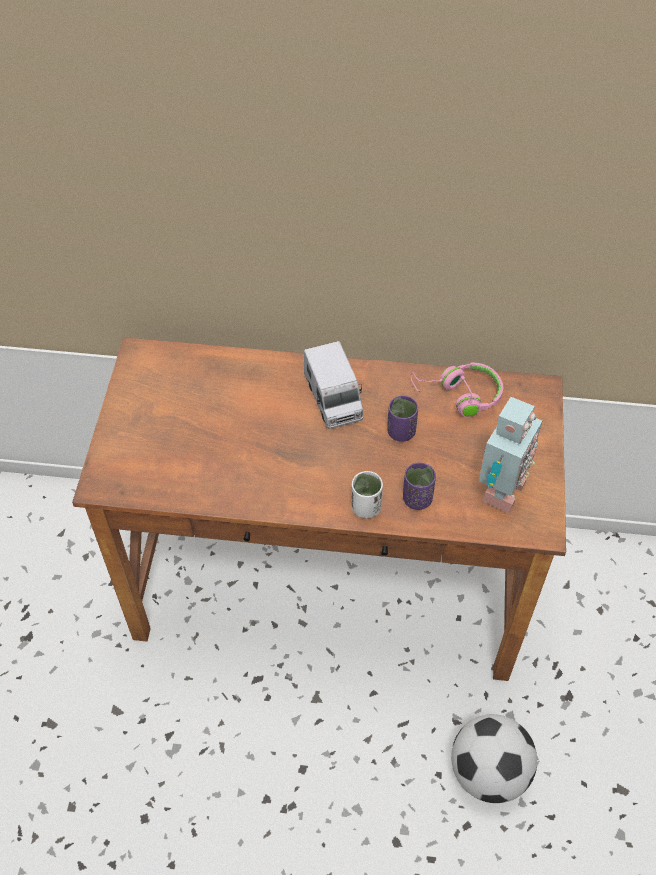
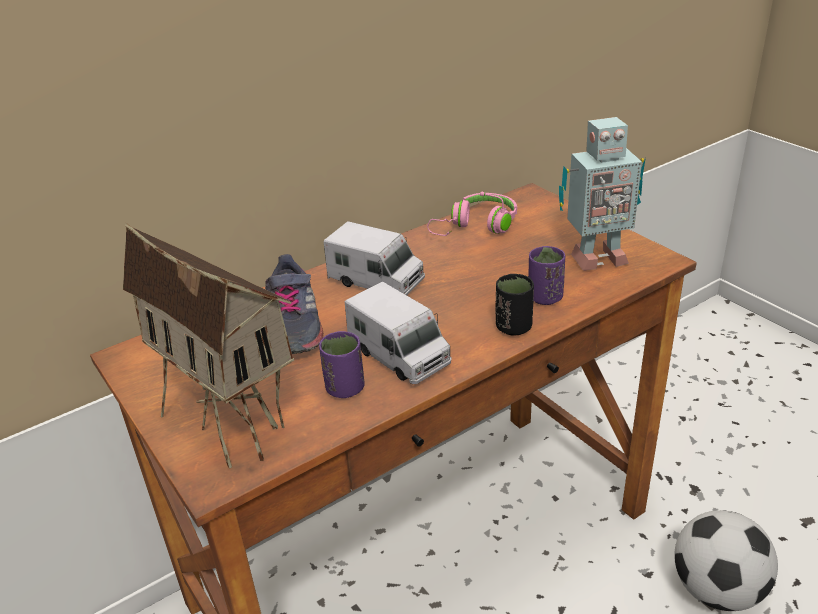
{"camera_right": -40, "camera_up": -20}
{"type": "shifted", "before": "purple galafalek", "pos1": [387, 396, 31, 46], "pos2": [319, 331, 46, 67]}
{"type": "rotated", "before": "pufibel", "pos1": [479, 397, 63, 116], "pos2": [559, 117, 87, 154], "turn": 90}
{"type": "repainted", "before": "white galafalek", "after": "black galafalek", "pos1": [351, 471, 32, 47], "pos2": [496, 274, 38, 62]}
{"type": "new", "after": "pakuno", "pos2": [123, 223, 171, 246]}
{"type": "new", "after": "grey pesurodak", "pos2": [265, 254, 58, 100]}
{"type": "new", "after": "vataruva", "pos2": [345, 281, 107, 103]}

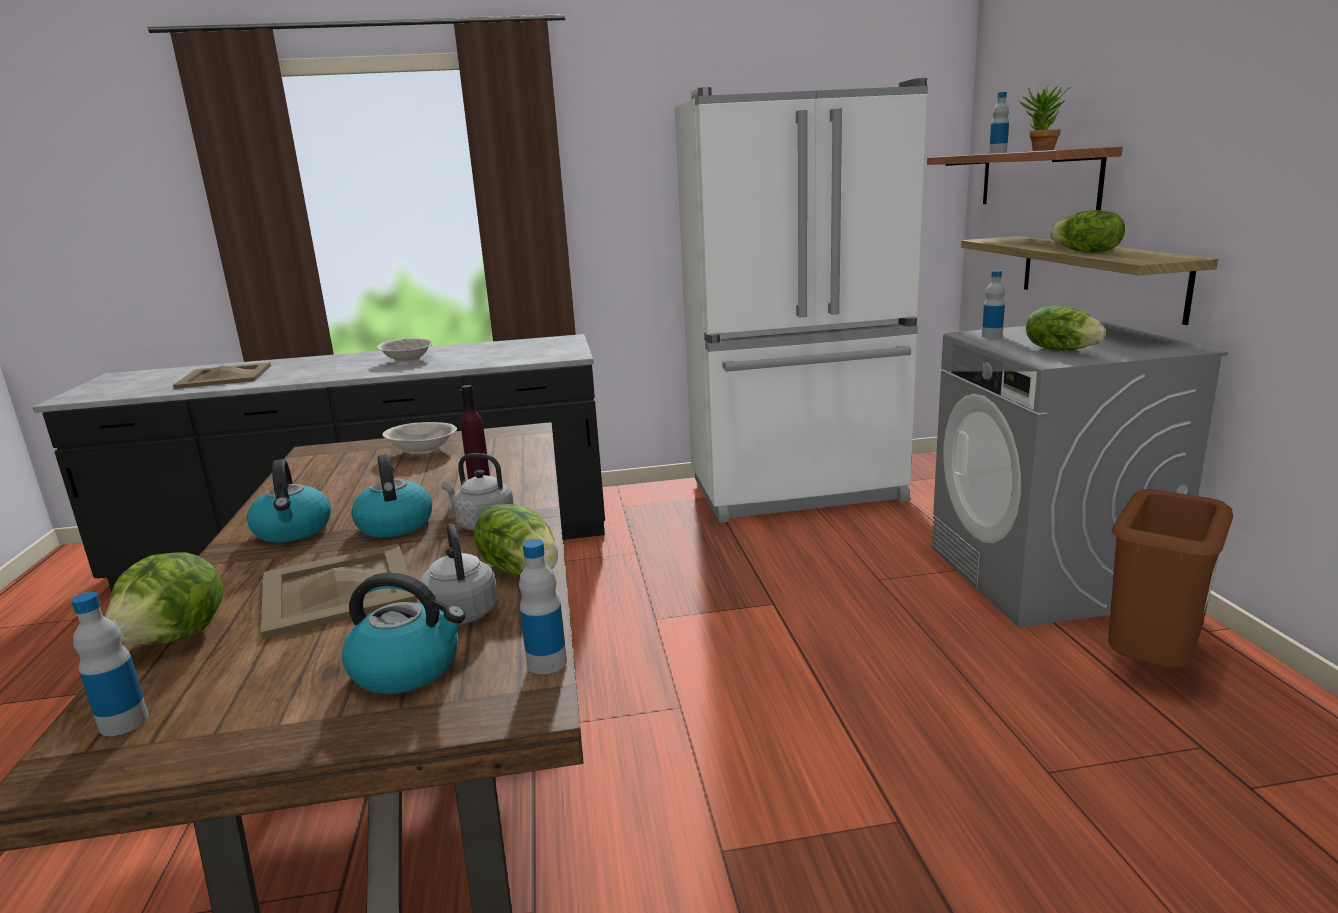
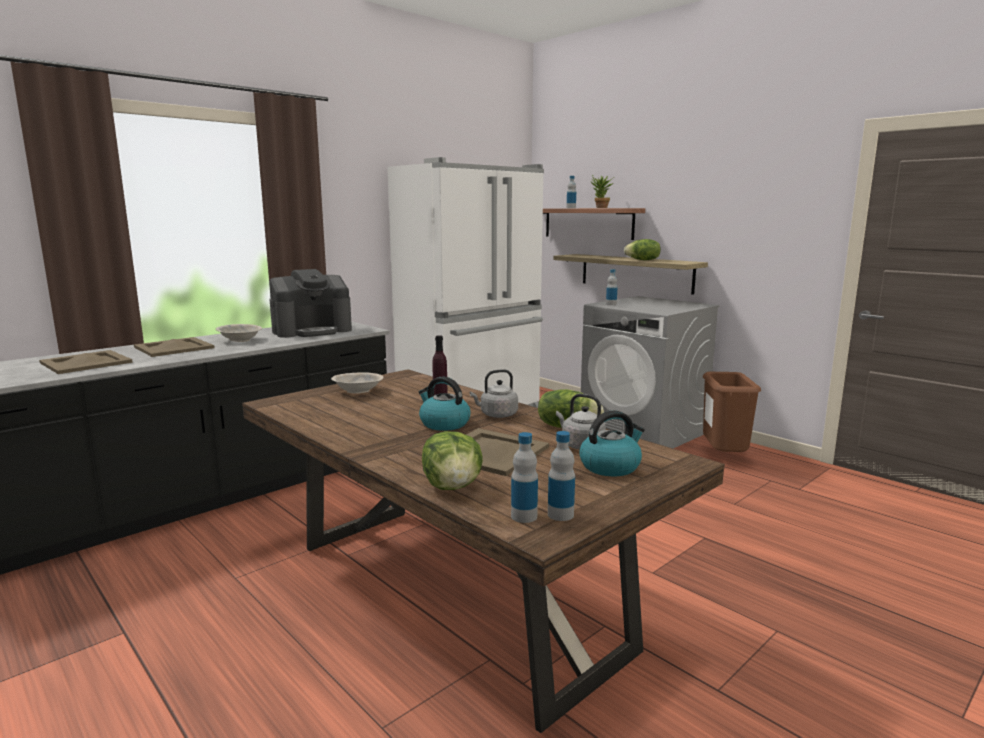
{"camera_right": -35, "camera_up": -5}
{"type": "gone", "before": "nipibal", "pos1": [1026, 306, 80, 45]}
{"type": "gone", "before": "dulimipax", "pos1": [247, 459, 84, 84]}
{"type": "shifted", "before": "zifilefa", "pos1": [519, 539, 48, 135], "pos2": [548, 431, 27, 90]}
{"type": "new", "after": "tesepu", "pos2": [269, 269, 83, 69]}
{"type": "new", "after": "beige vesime", "pos2": [134, 337, 81, 20]}

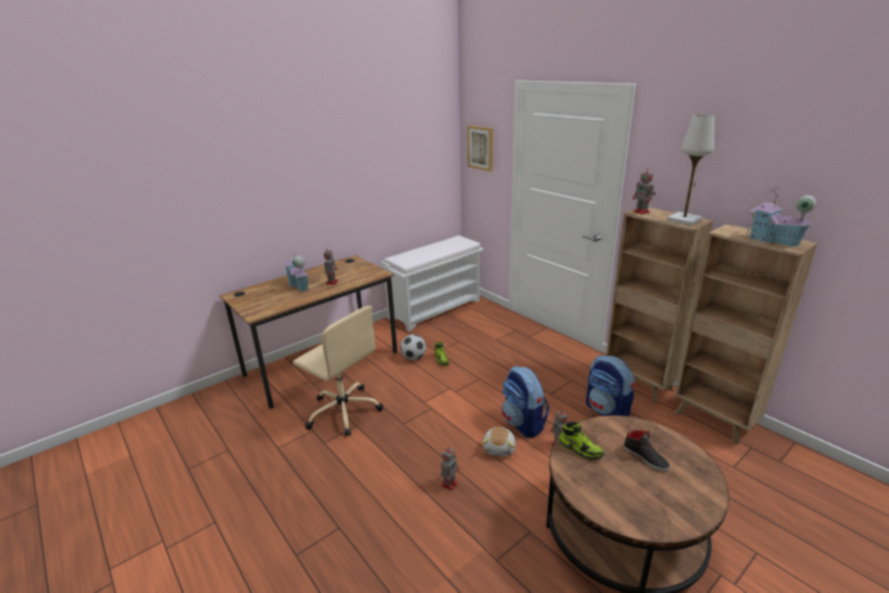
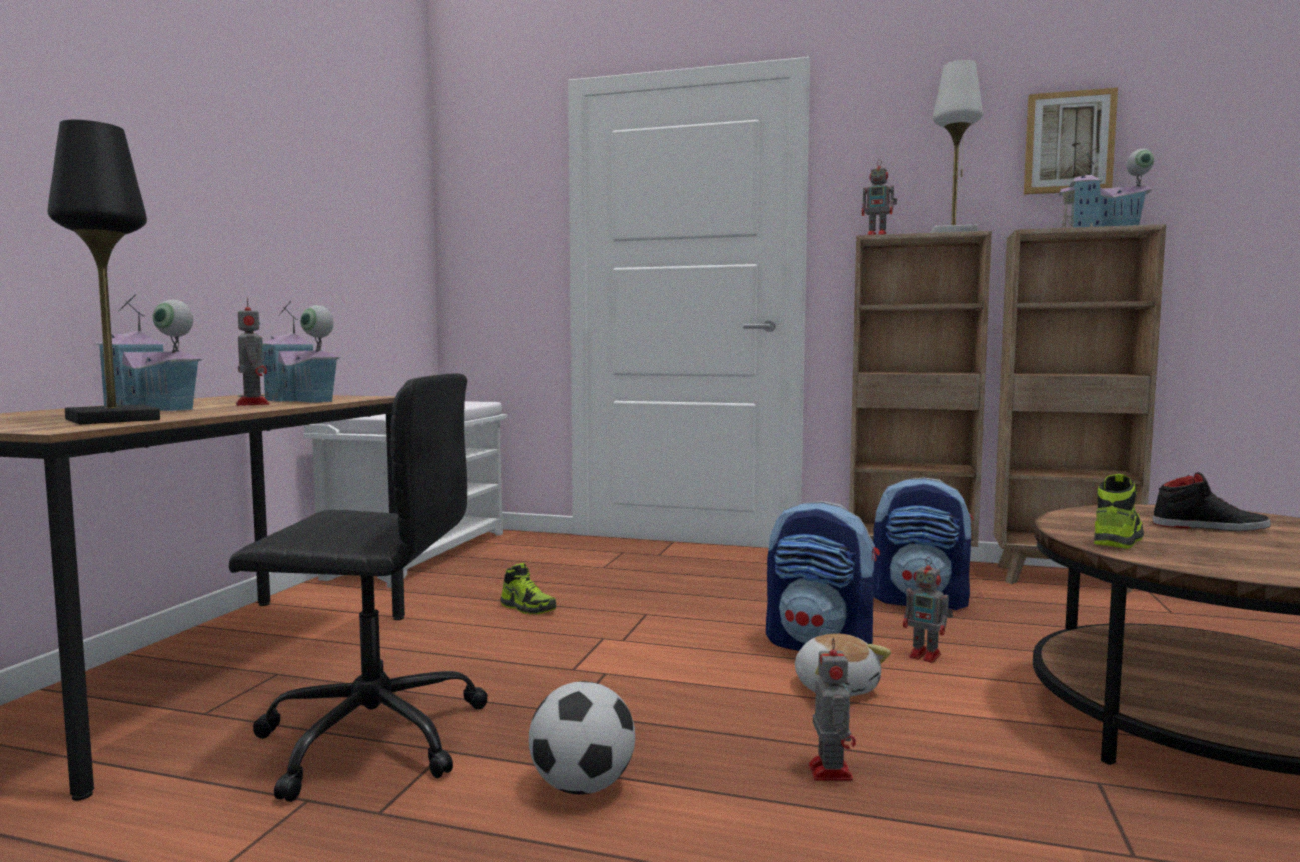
{"camera_right": -35, "camera_up": -20}
{"type": "shifted", "before": "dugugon", "pos1": [467, 125, 26, 46], "pos2": [1024, 87, 94, 108]}
{"type": "repainted", "before": "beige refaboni", "after": "black refaboni", "pos1": [293, 306, 90, 131], "pos2": [229, 373, 259, 429]}
{"type": "shifted", "before": "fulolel", "pos1": [400, 334, 26, 26], "pos2": [529, 681, 106, 113]}
{"type": "rotated", "before": "pesurodak", "pos1": [559, 421, 46, 40], "pos2": [1094, 474, 50, 75], "turn": -60}
{"type": "new", "after": "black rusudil", "pos2": [48, 120, 112, 304]}
{"type": "new", "after": "pakuno", "pos2": [262, 301, 79, 102]}

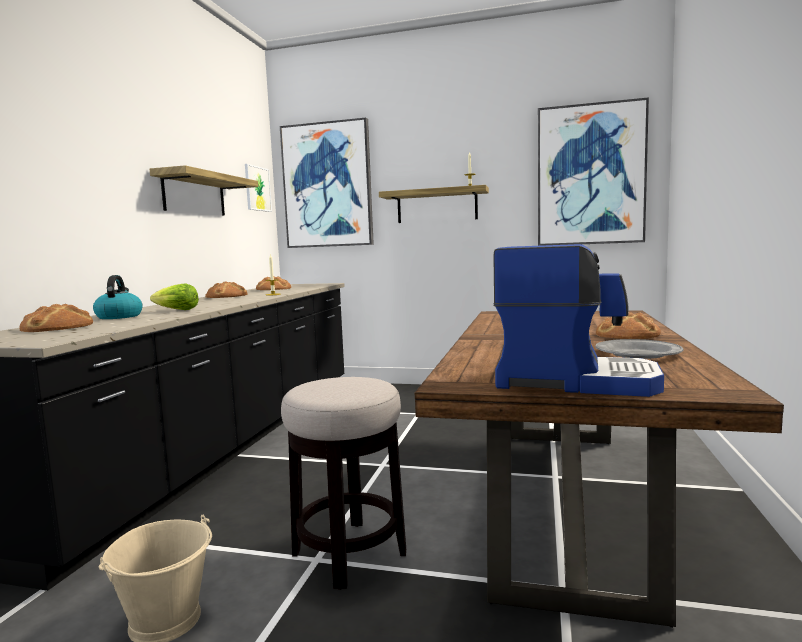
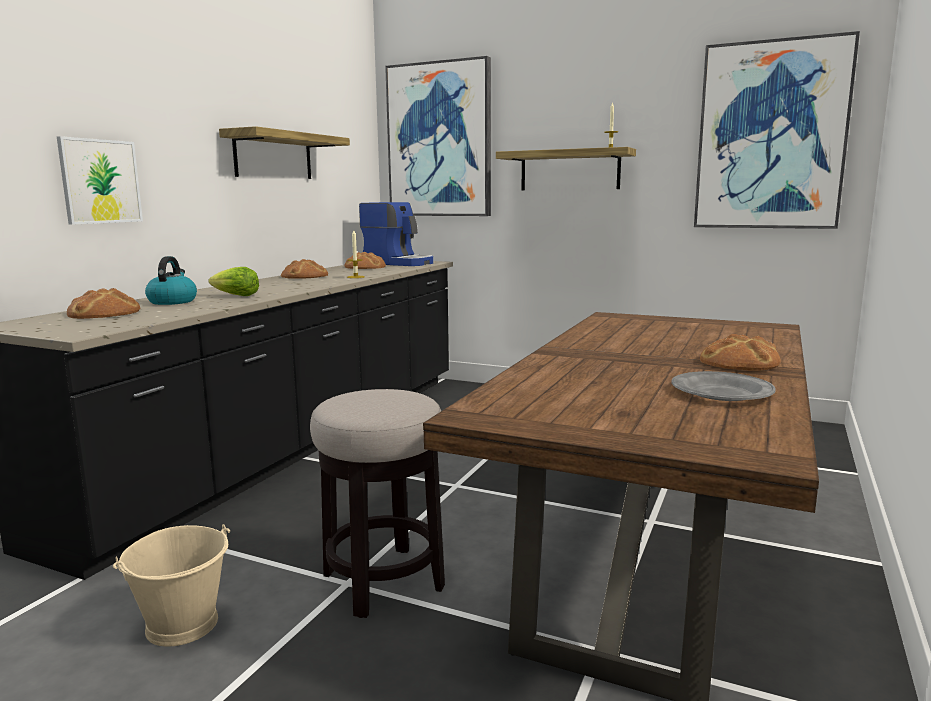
{"camera_right": 10, "camera_up": 5}
{"type": "shifted", "before": "dugugon", "pos1": [245, 164, 27, 48], "pos2": [57, 136, 86, 89]}
{"type": "shifted", "before": "tesepu", "pos1": [493, 244, 171, 153], "pos2": [359, 202, 74, 64]}

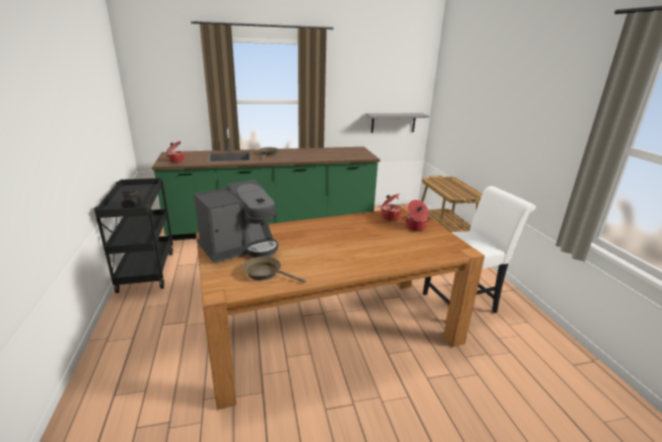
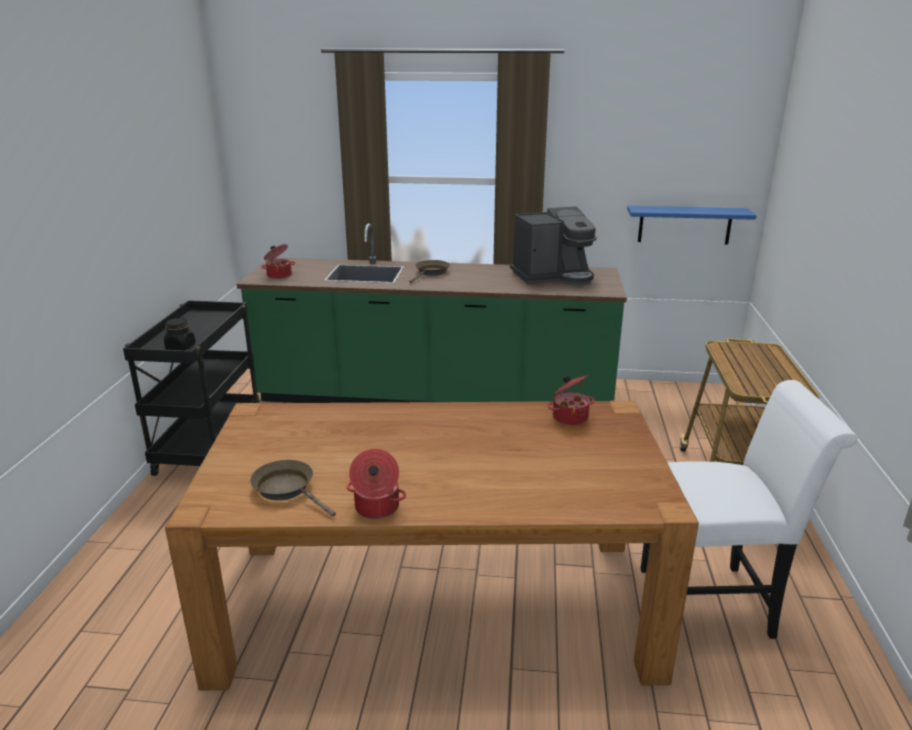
{"camera_right": 20, "camera_up": 0}
{"type": "repainted", "before": "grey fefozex", "after": "blue fefozex", "pos1": [366, 113, 63, 20], "pos2": [627, 206, 130, 39]}
{"type": "shifted", "before": "tesepu", "pos1": [194, 179, 84, 84], "pos2": [510, 206, 87, 80]}
{"type": "shifted", "before": "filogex", "pos1": [402, 200, 29, 31], "pos2": [347, 449, 59, 70]}

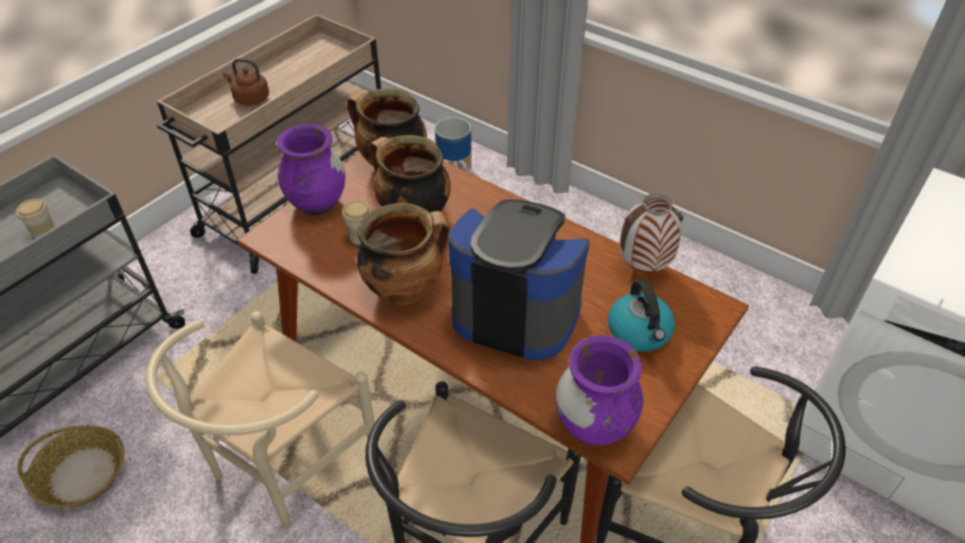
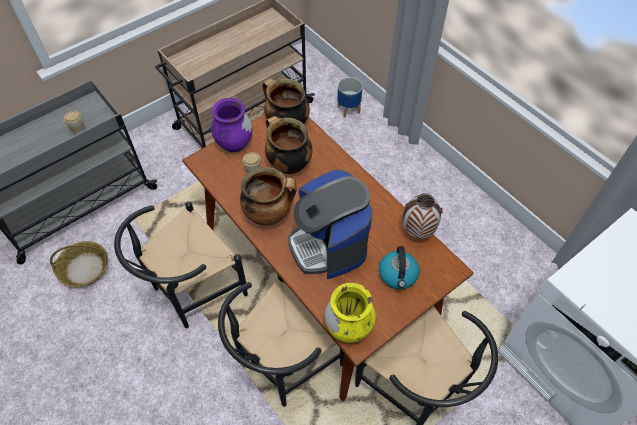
{"camera_right": 15, "camera_up": 10}
{"type": "gone", "before": "brown dulimipax", "pos1": [223, 59, 46, 47]}
{"type": "rotated", "before": "tesepu", "pos1": [448, 199, 142, 162], "pos2": [288, 170, 85, 109], "turn": -150}
{"type": "repainted", "before": "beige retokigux", "after": "black retokigux", "pos1": [145, 311, 230, 218], "pos2": [114, 201, 134, 127]}
{"type": "repainted", "before": "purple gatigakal", "after": "yellow gatigakal", "pos1": [555, 335, 89, 111], "pos2": [325, 283, 51, 60]}

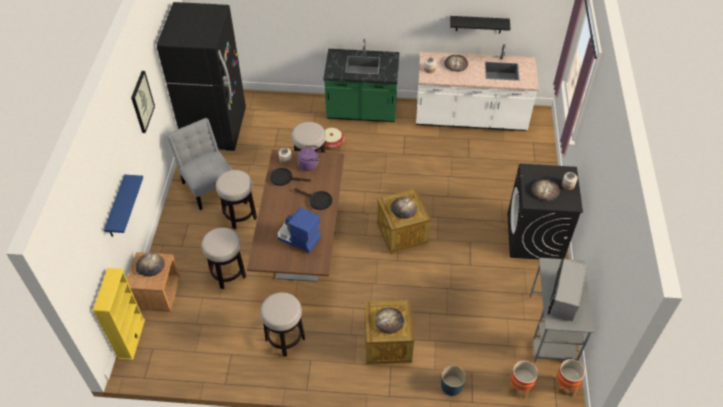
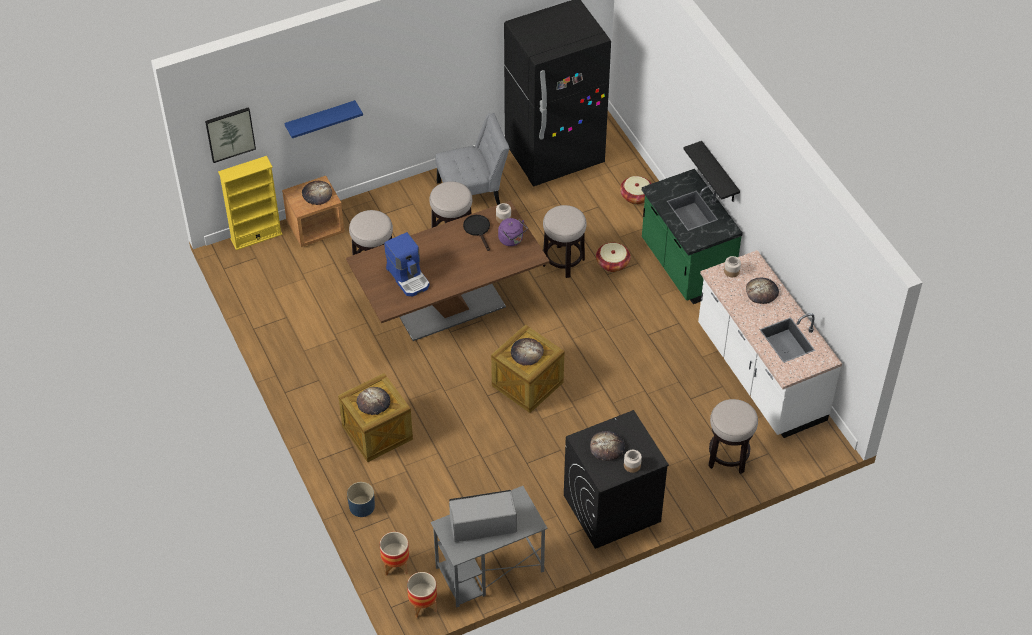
{"camera_right": 60, "camera_up": 0}
{"type": "shifted", "before": "black fefozex", "pos1": [450, 16, 60, 17], "pos2": [683, 141, 57, 61]}
{"type": "shifted", "before": "dugugon", "pos1": [131, 71, 24, 62], "pos2": [205, 107, 51, 56]}
{"type": "rotated", "before": "grey retokigux", "pos1": [167, 118, 66, 92], "pos2": [435, 113, 74, 92], "turn": 45}
{"type": "gone", "before": "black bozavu", "pos1": [294, 188, 38, 22]}
{"type": "rotated", "before": "tesepu", "pos1": [277, 208, 44, 45], "pos2": [384, 232, 46, 64], "turn": 150}
{"type": "shifted", "before": "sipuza", "pos1": [260, 292, 45, 65], "pos2": [708, 399, 50, 75]}
{"type": "new", "after": "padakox", "pos2": [620, 176, 32, 28]}

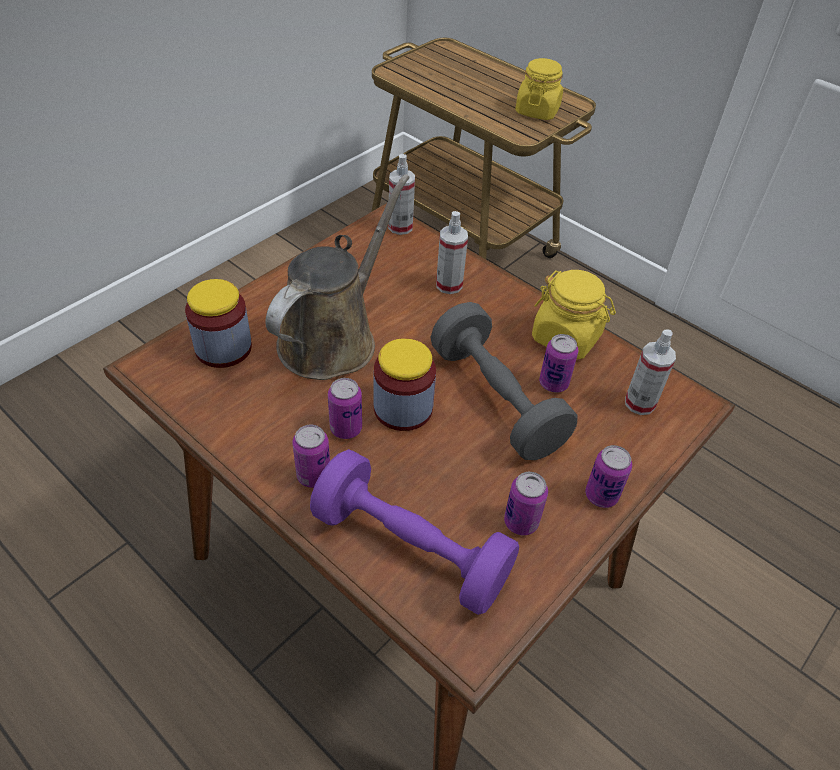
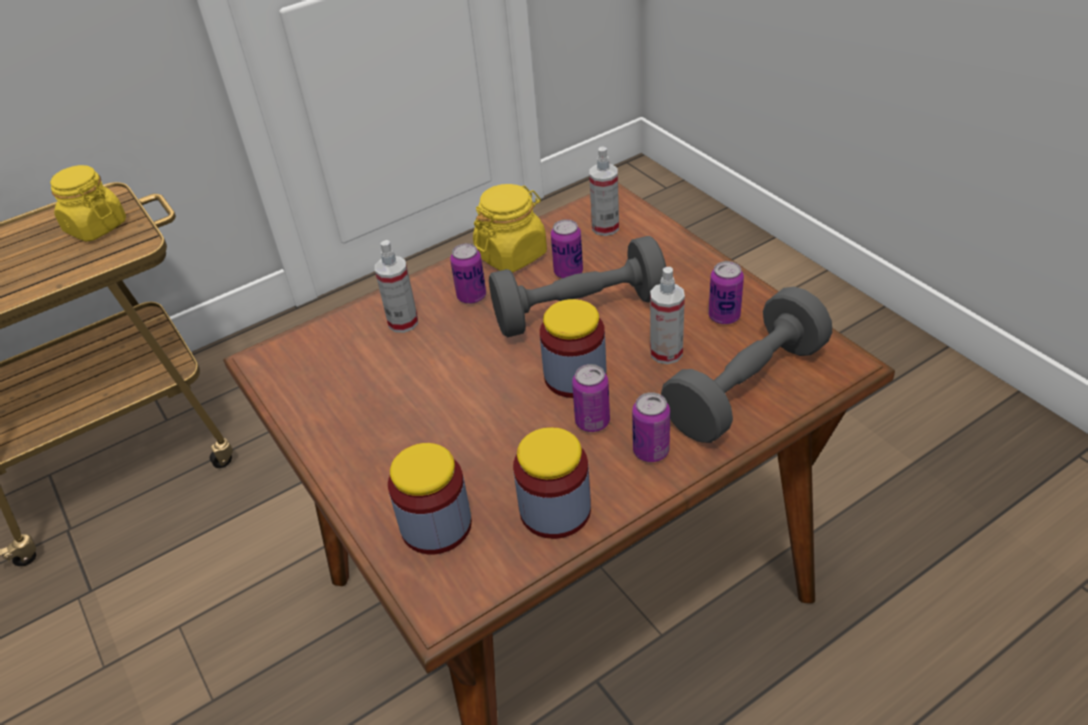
{"camera_right": -70, "camera_up": -5}
{"type": "shifted", "before": "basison", "pos1": [388, 154, 27, 81], "pos2": [650, 267, 35, 97]}
{"type": "gone", "before": "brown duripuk", "pos1": [265, 174, 144, 206]}
{"type": "shifted", "before": "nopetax", "pos1": [585, 445, 47, 63], "pos2": [450, 243, 36, 61]}
{"type": "repainted", "before": "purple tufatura", "after": "grey tufatura", "pos1": [310, 449, 209, 166], "pos2": [661, 287, 171, 156]}
{"type": "new", "after": "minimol", "pos2": [513, 427, 78, 112]}

